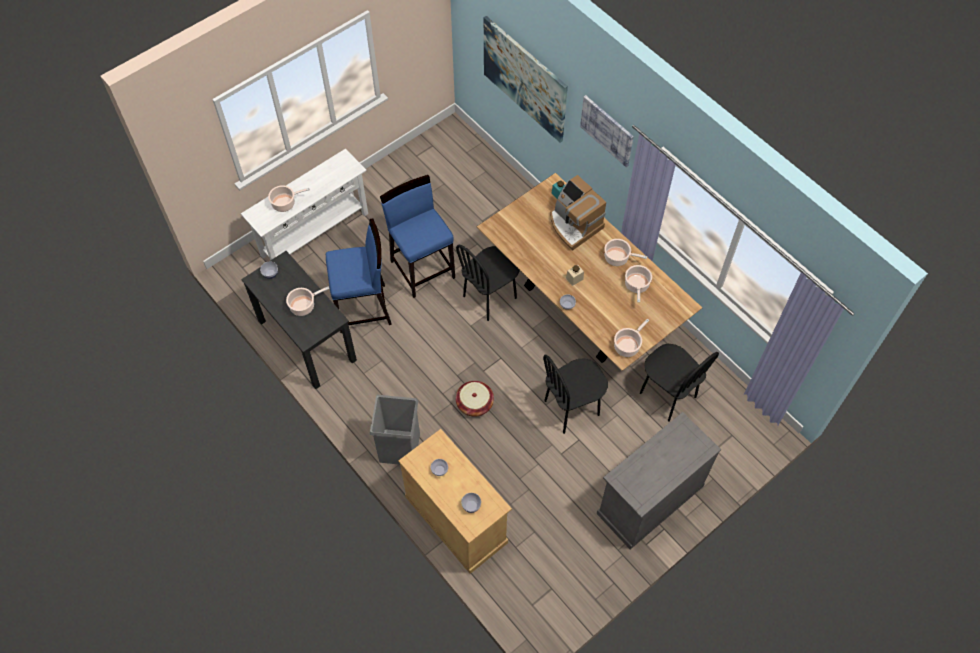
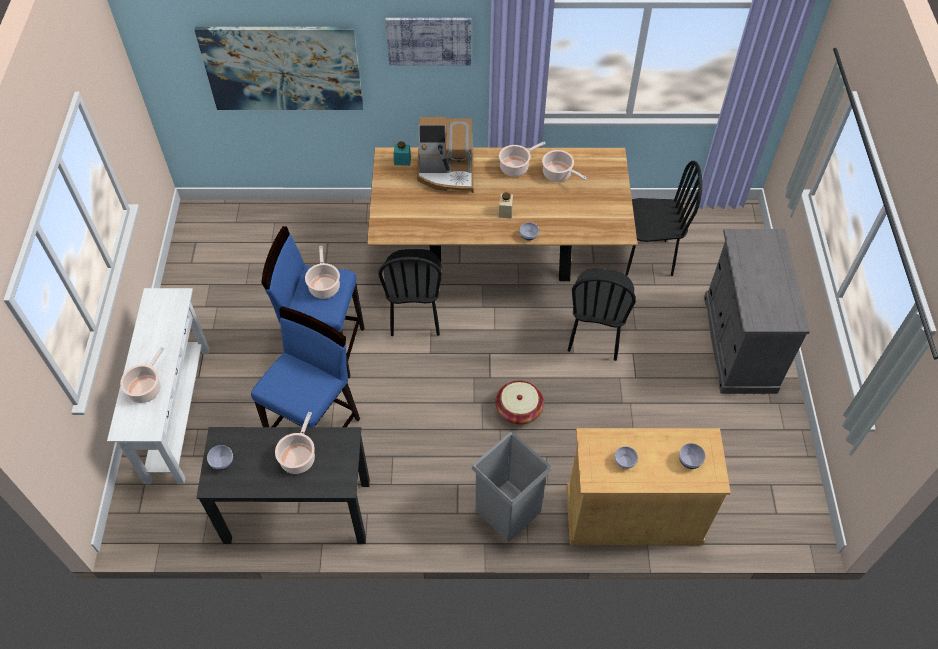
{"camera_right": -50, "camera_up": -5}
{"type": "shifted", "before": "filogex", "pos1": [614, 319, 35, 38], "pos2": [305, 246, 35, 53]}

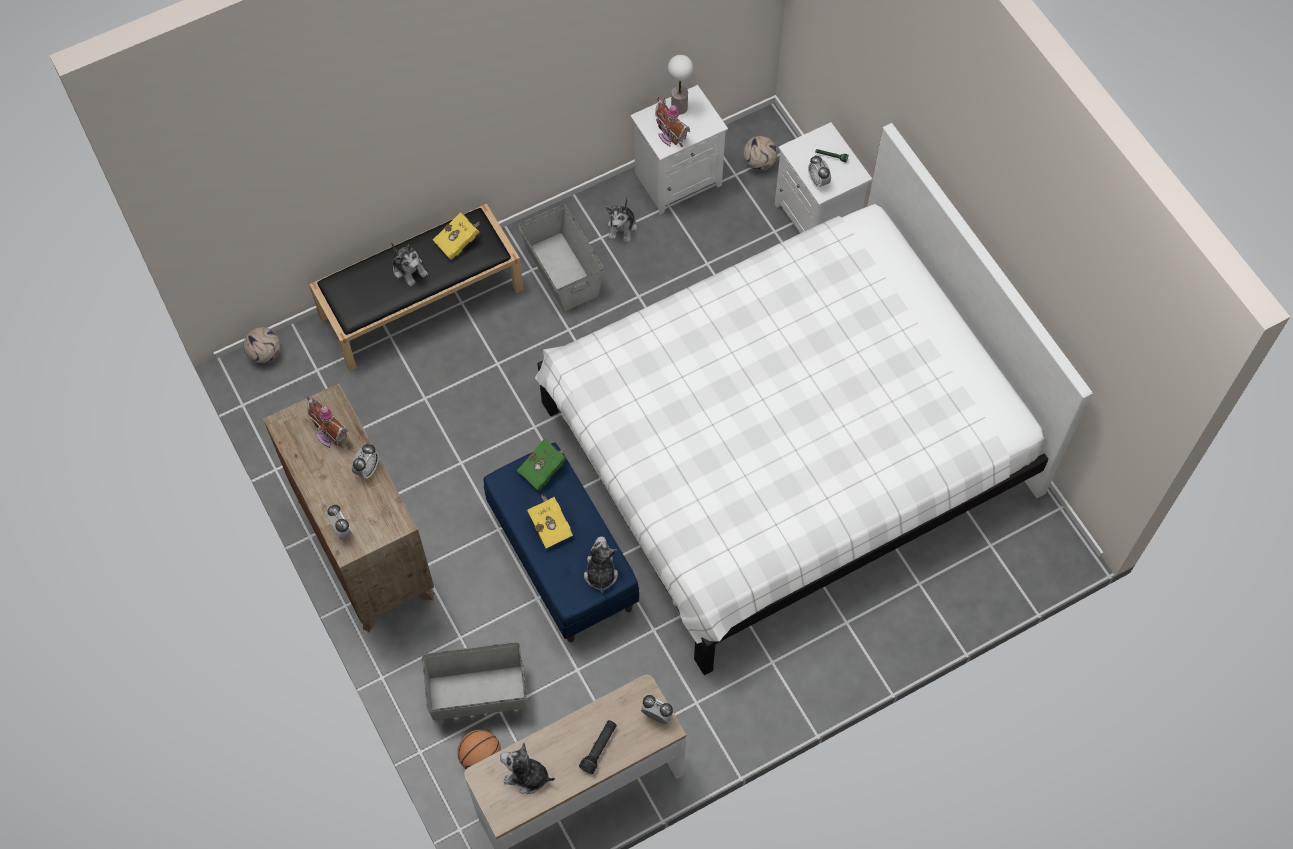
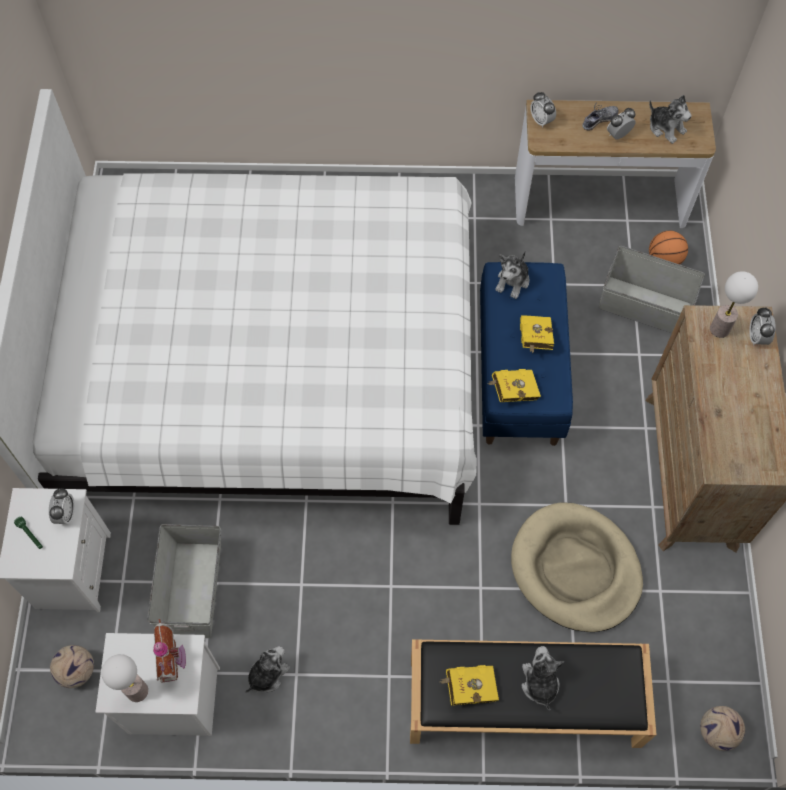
{"camera_right": -150, "camera_up": 0}
{"type": "shifted", "before": "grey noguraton", "pos1": [518, 204, 86, 108], "pos2": [147, 524, 74, 114]}
{"type": "gone", "before": "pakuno", "pos1": [307, 396, 42, 52]}
{"type": "repainted", "before": "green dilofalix", "after": "yellow dilofalix", "pos1": [517, 439, 50, 52], "pos2": [487, 369, 54, 33]}
{"type": "shifted", "before": "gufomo", "pos1": [352, 444, 27, 35], "pos2": [607, 108, 29, 32]}
{"type": "swapped", "before": "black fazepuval", "after": "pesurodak", "pos1": [579, 720, 38, 54], "pos2": [582, 104, 37, 27]}
{"type": "new", "after": "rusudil", "pos2": [710, 271, 48, 67]}
{"type": "new", "after": "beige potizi", "pos2": [511, 503, 132, 129]}

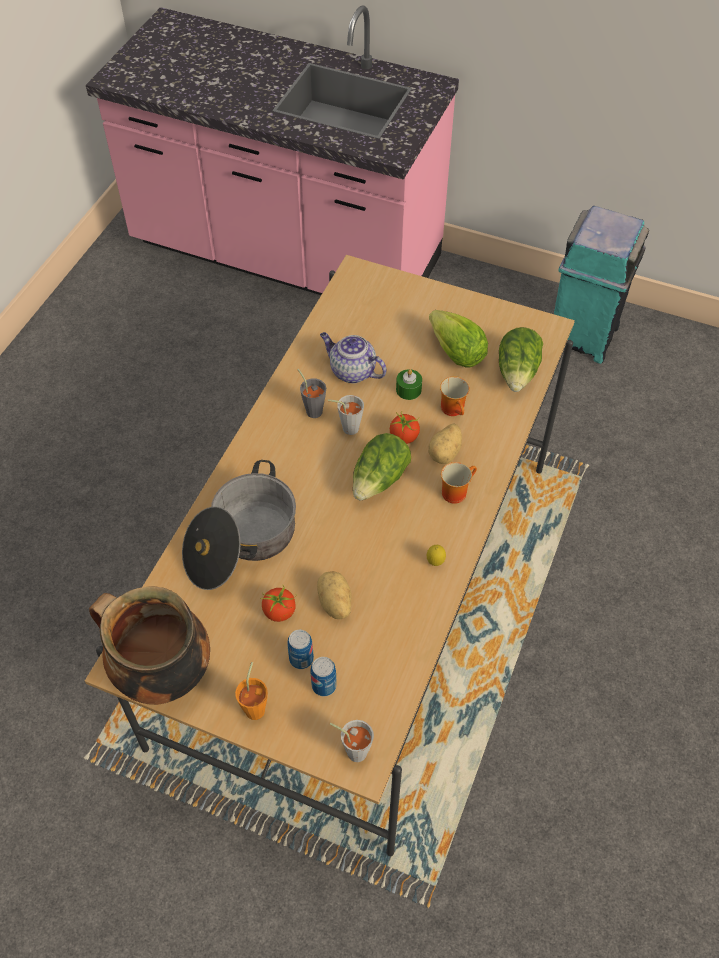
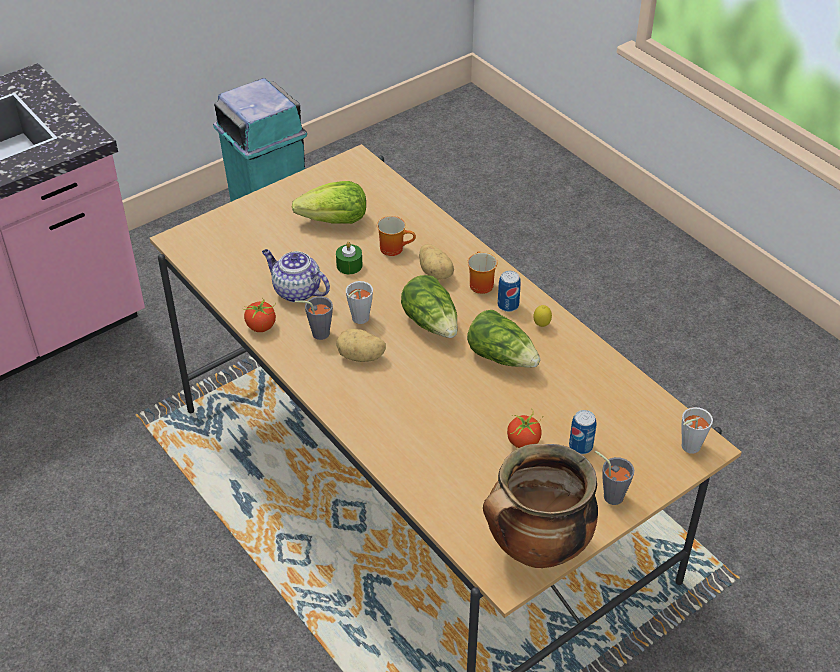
{"camera_right": -60, "camera_up": -10}
{"type": "shifted", "before": "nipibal", "pos1": [499, 327, 44, 65], "pos2": [467, 310, 73, 58]}
{"type": "rotated", "before": "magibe", "pos1": [320, 332, 66, 52], "pos2": [262, 249, 68, 54], "turn": 60}
{"type": "shifted", "before": "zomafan", "pos1": [390, 412, 30, 32], "pos2": [244, 298, 32, 34]}
{"type": "gone", "before": "filogex", "pos1": [182, 460, 114, 130]}
{"type": "shifted", "before": "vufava", "pos1": [317, 571, 35, 48], "pos2": [336, 329, 50, 33]}
{"type": "shifted", "before": "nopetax", "pos1": [310, 657, 27, 39], "pos2": [498, 271, 23, 41]}
{"type": "repainted", "before": "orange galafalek", "after": "grey galafalek", "pos1": [235, 662, 33, 58], "pos2": [595, 451, 39, 54]}

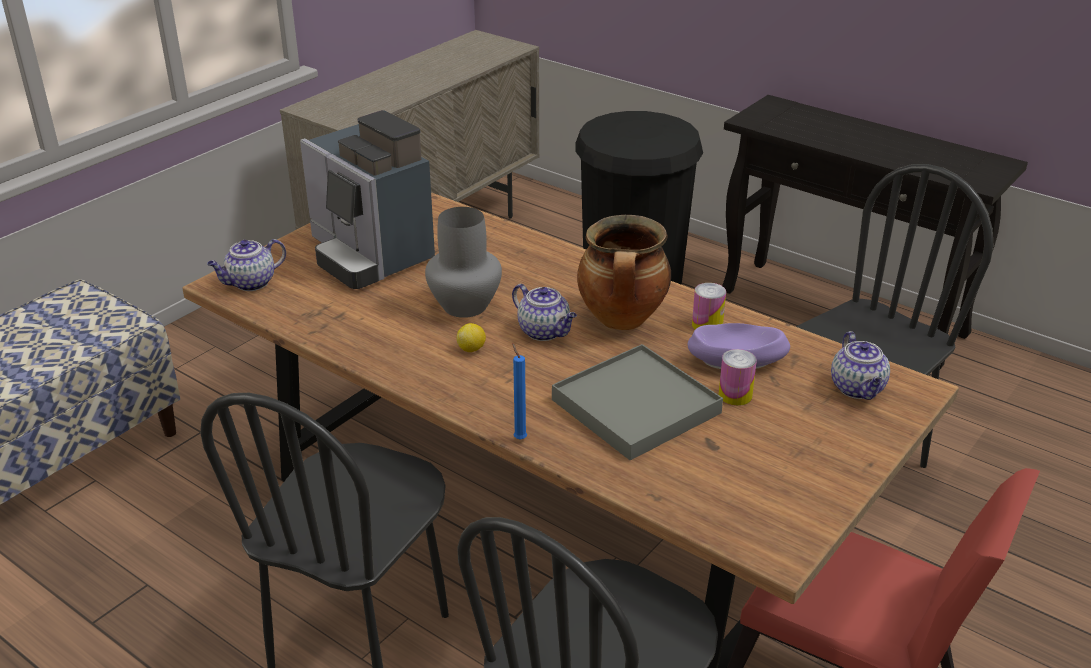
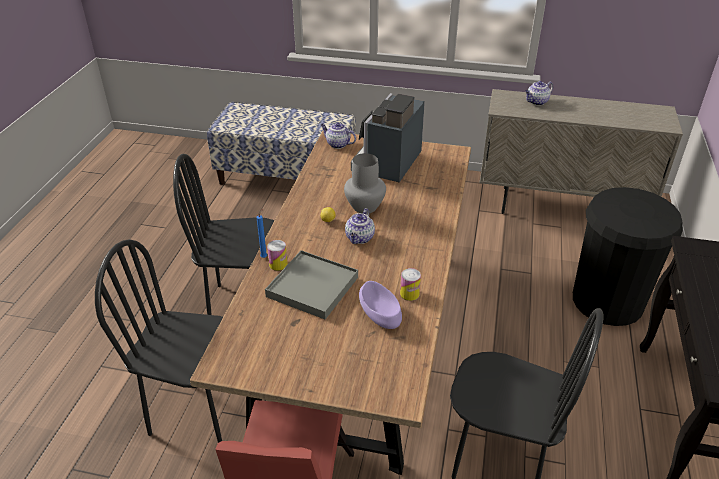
{"camera_right": 65, "camera_up": 5}
{"type": "gone", "before": "filogex", "pos1": [577, 215, 94, 115]}
{"type": "shifted", "before": "magibe", "pos1": [831, 331, 59, 69], "pos2": [525, 81, 28, 25]}
{"type": "shifted", "before": "nopetax", "pos1": [718, 349, 39, 57], "pos2": [267, 240, 21, 31]}

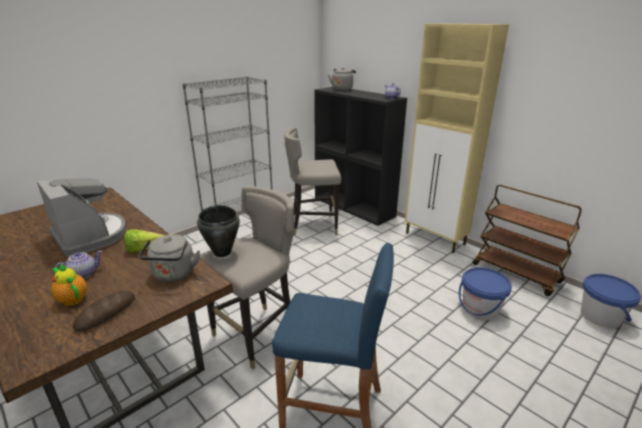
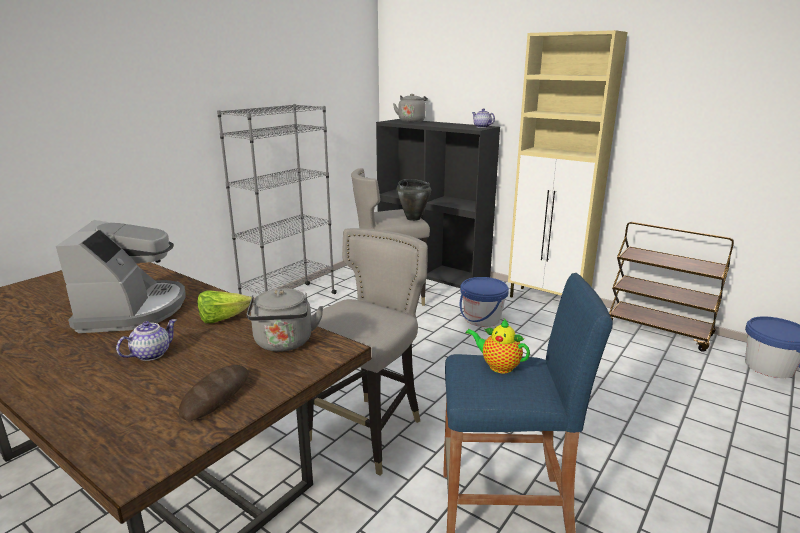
{"camera_right": -10, "camera_up": -5}
{"type": "rotated", "before": "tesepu", "pos1": [37, 178, 89, 79], "pos2": [56, 220, 130, 113], "turn": 45}
{"type": "shifted", "before": "black filogex", "pos1": [197, 205, 43, 52], "pos2": [397, 179, 34, 42]}
{"type": "shifted", "before": "magibe", "pos1": [51, 264, 36, 42], "pos2": [465, 319, 65, 54]}
{"type": "shifted", "before": "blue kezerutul", "pos1": [459, 267, 53, 53], "pos2": [460, 277, 49, 50]}

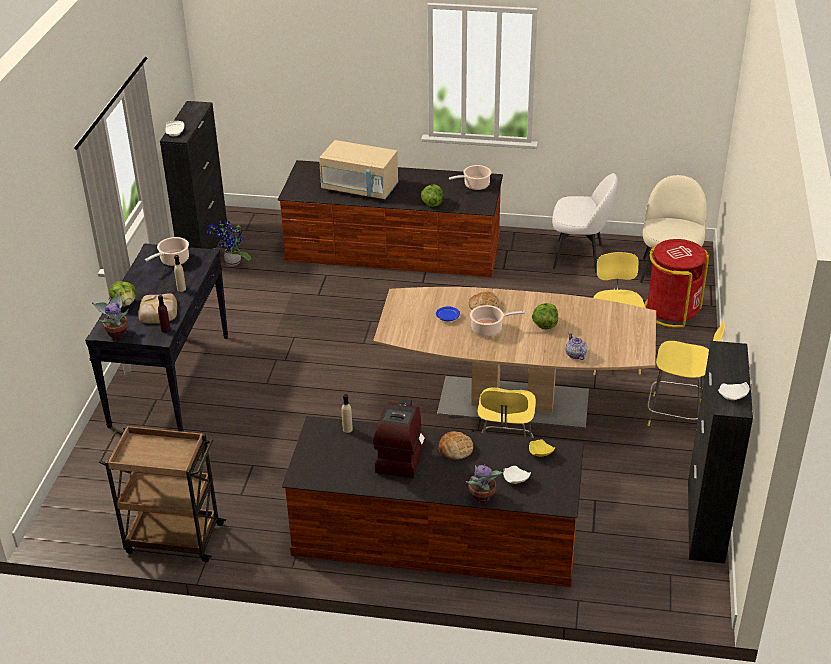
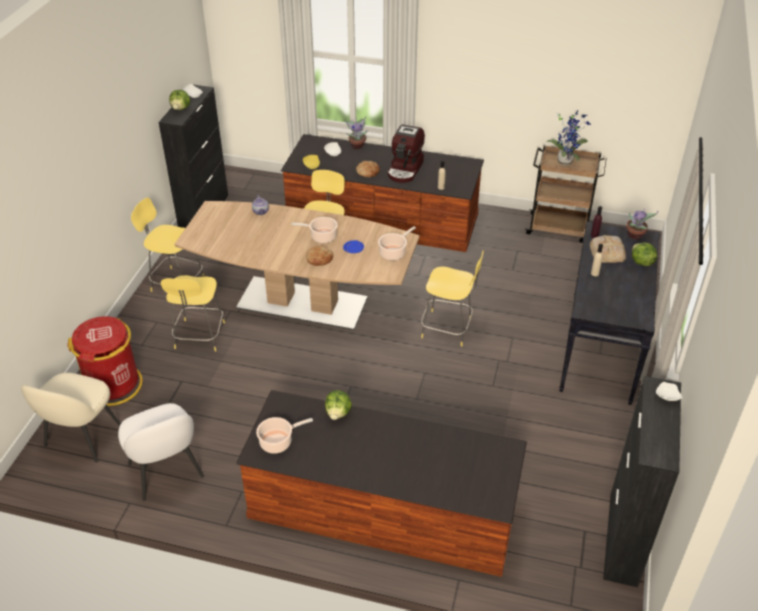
{"camera_right": -175, "camera_up": 5}
{"type": "gone", "before": "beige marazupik", "pos1": [319, 140, 80, 59]}
{"type": "rotated", "before": "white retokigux", "pos1": [552, 173, 66, 100], "pos2": [118, 403, 86, 98], "turn": -135}
{"type": "shifted", "before": "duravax", "pos1": [206, 221, 45, 45], "pos2": [546, 111, 45, 55]}
{"type": "shifted", "before": "filogex", "pos1": [145, 237, 44, 29], "pos2": [378, 226, 38, 35]}
{"type": "shifted", "before": "nipibal", "pos1": [532, 303, 26, 26], "pos2": [169, 90, 21, 20]}
{"type": "new", "after": "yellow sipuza", "pos2": [421, 250, 63, 96]}

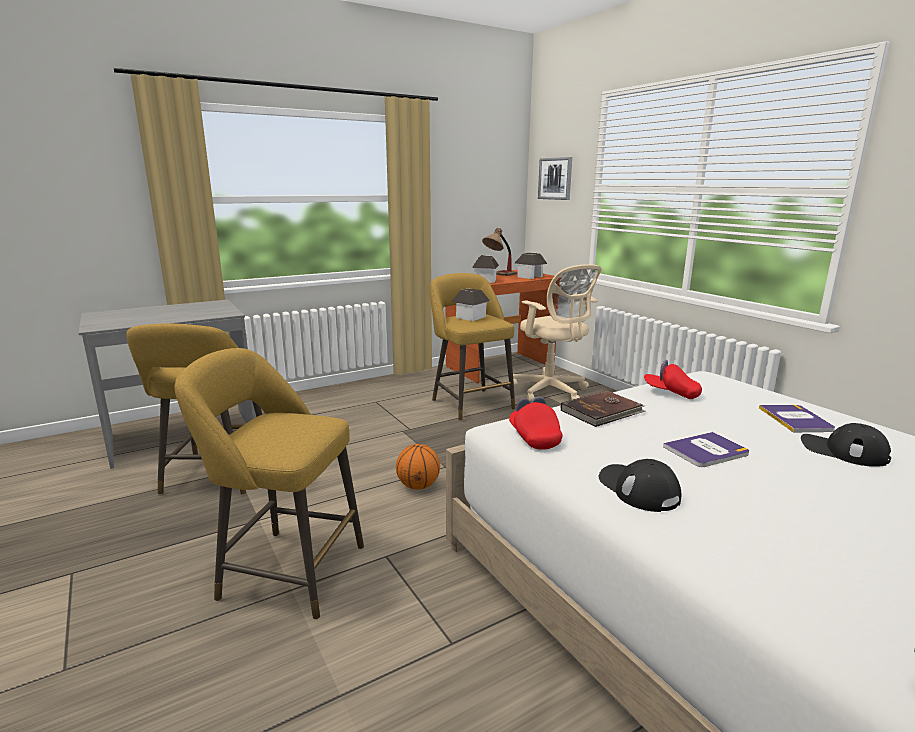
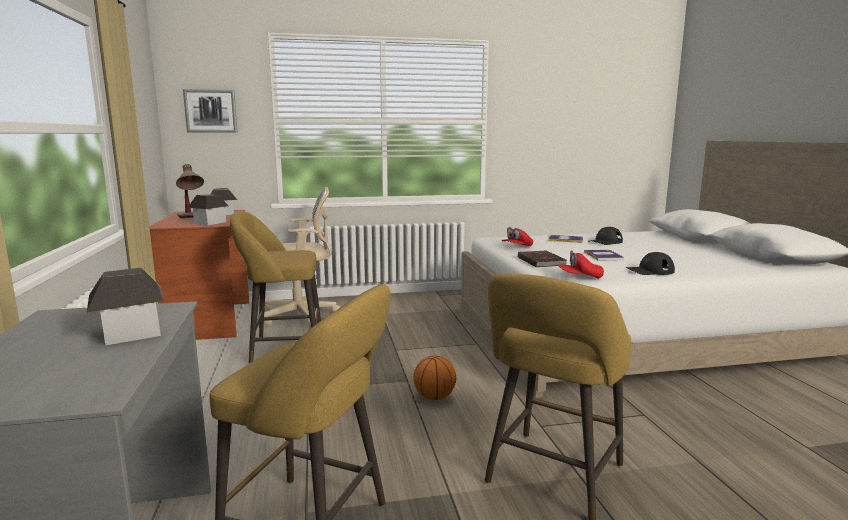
{"camera_right": -70, "camera_up": -5}
{"type": "shifted", "before": "pakuno", "pos1": [451, 288, 40, 33], "pos2": [87, 268, 77, 77]}

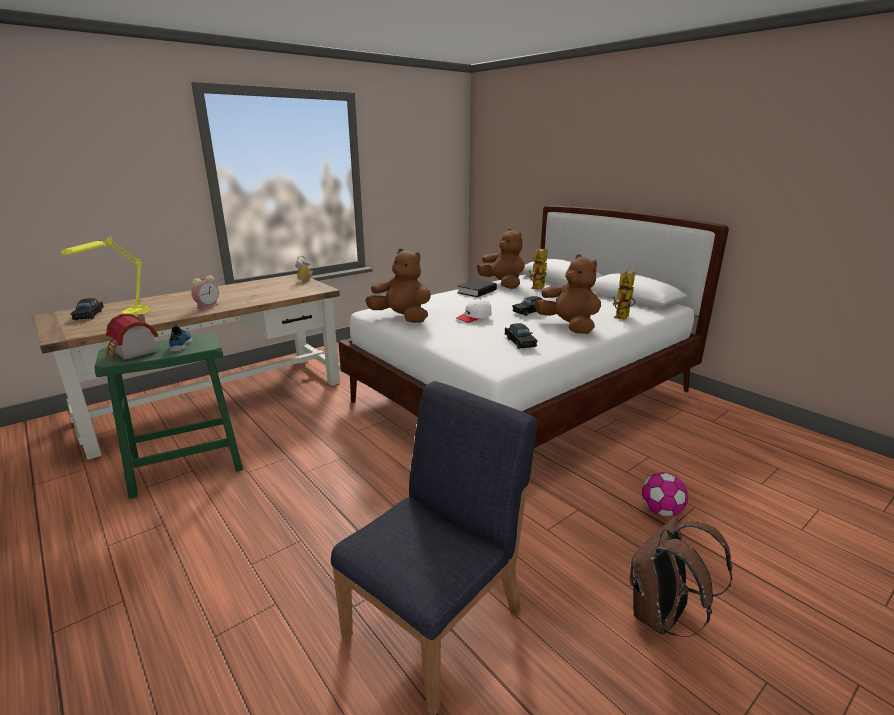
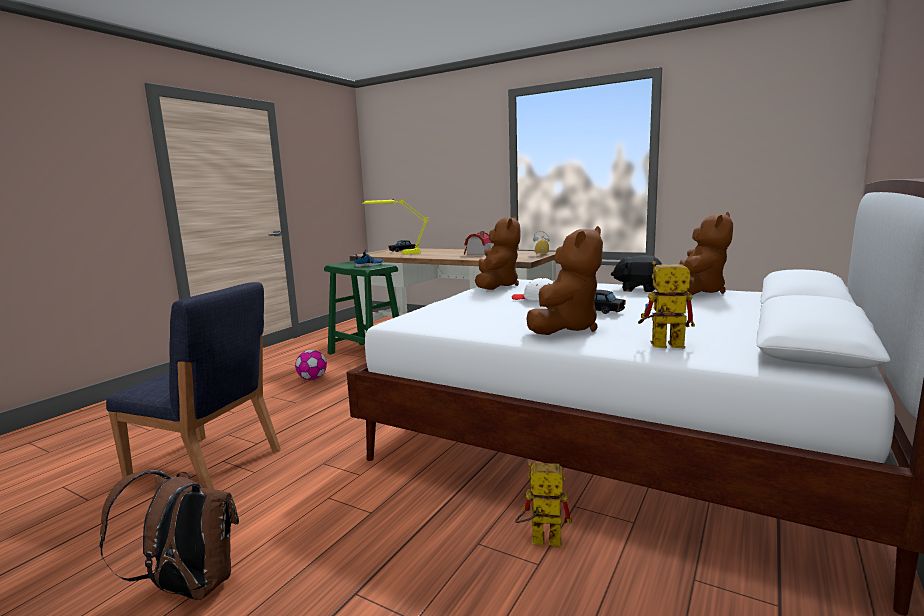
{"camera_right": 70, "camera_up": -10}
{"type": "shifted", "before": "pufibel", "pos1": [529, 249, 19, 41], "pos2": [515, 462, 57, 85]}
{"type": "gone", "before": "gufomo", "pos1": [191, 275, 28, 35]}
{"type": "swapped", "before": "black dilofalix", "after": "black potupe", "pos1": [457, 279, 40, 18], "pos2": [611, 255, 51, 37]}
{"type": "shifted", "before": "pakuno", "pos1": [106, 314, 52, 47], "pos2": [464, 231, 29, 24]}
{"type": "gone", "before": "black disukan", "pos1": [505, 323, 33, 26]}
{"type": "shifted", "before": "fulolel", "pos1": [642, 472, 46, 45], "pos2": [295, 350, 32, 30]}

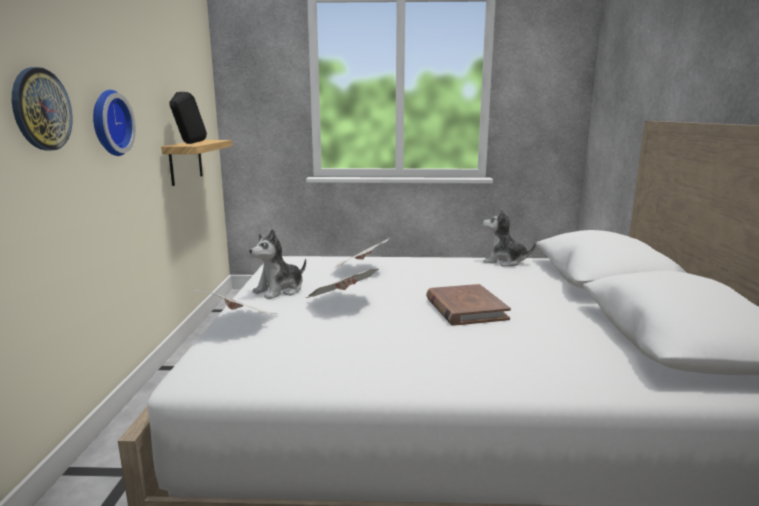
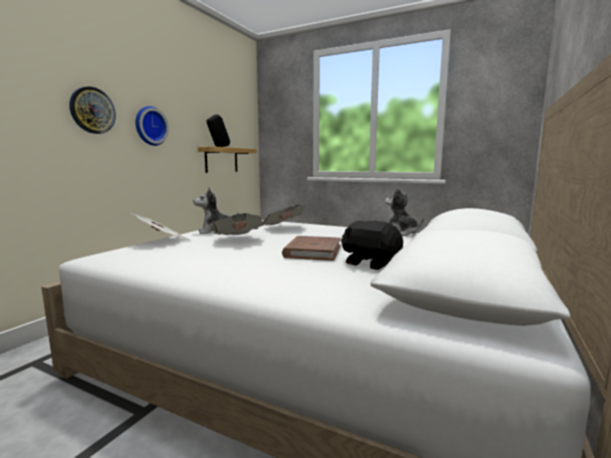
{"camera_right": 25, "camera_up": -5}
{"type": "new", "after": "black potupe", "pos2": [341, 221, 62, 49]}

